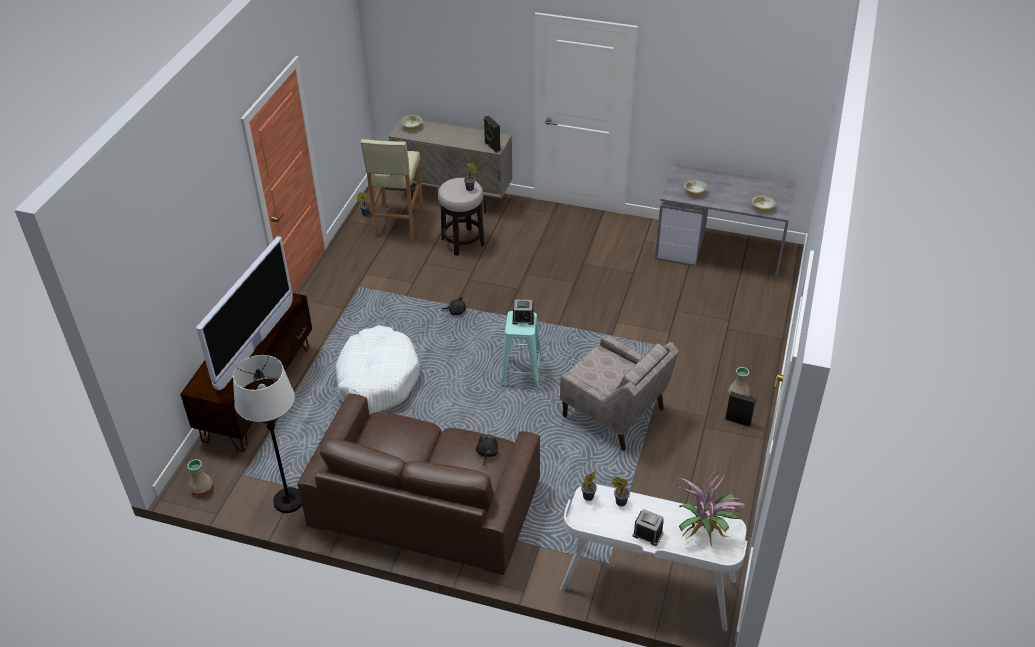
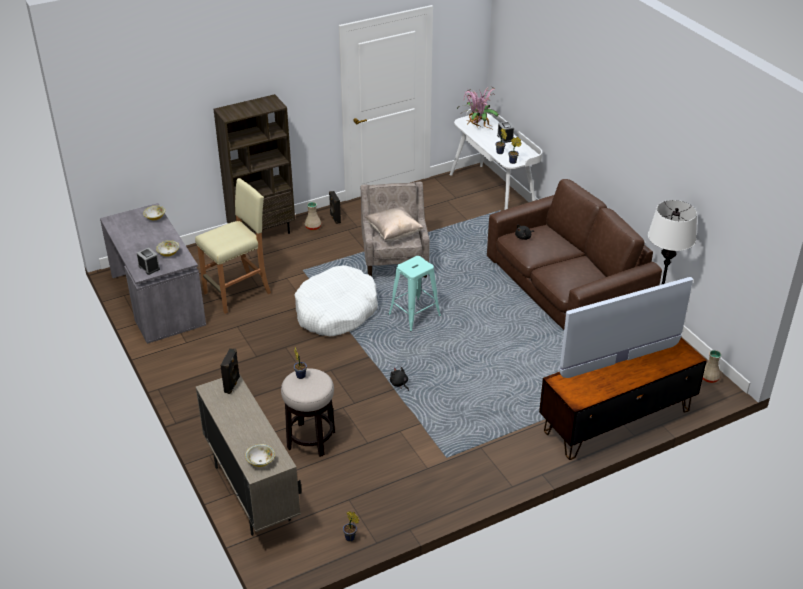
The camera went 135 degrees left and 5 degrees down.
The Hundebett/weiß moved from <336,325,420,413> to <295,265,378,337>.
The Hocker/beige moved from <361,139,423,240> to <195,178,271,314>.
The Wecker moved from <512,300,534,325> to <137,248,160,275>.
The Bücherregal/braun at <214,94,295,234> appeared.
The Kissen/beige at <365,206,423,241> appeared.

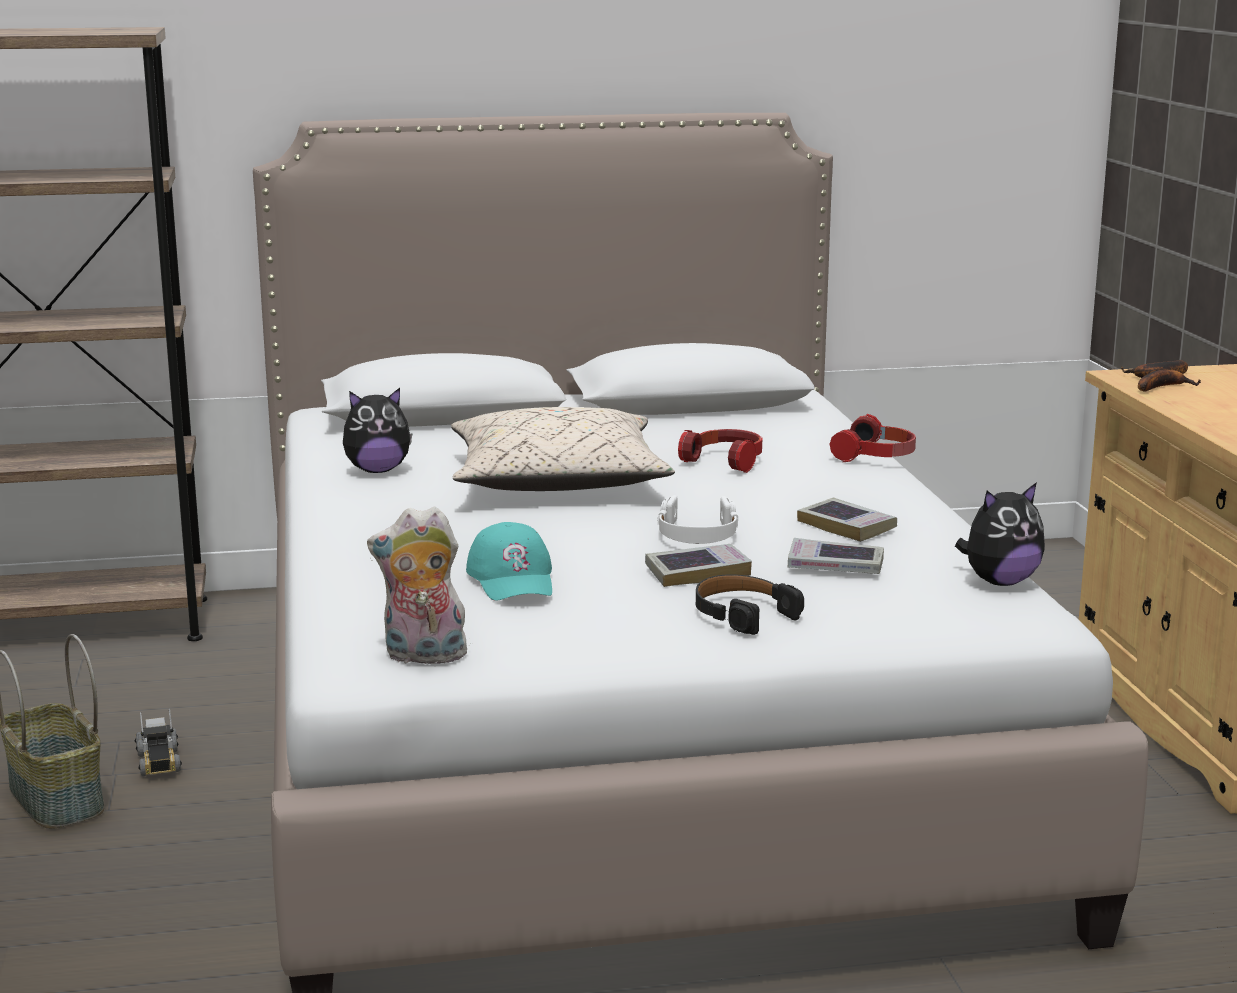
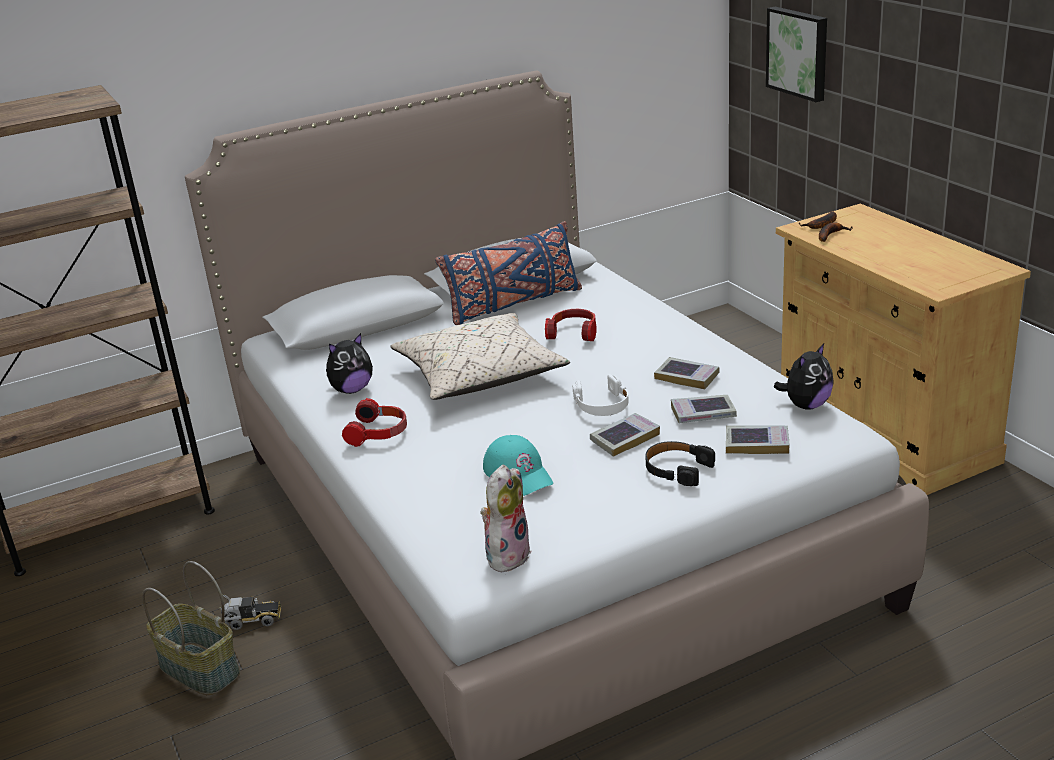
The camera went 15 degrees left and 10 degrees up.
The Spielzeuglaster at <135,709,182,776> turned 60 degrees counterclockwise.
The Plüschtier at <367,506,467,664> turned 135 degrees clockwise.
The Kopfhörer moved from <830,414,916,462> to <342,398,407,447>.
The Kissen/blau at <435,221,582,325> appeared.
The Buch at <726,425,790,454> appeared.
The Bild at <766,7,827,102> appeared.

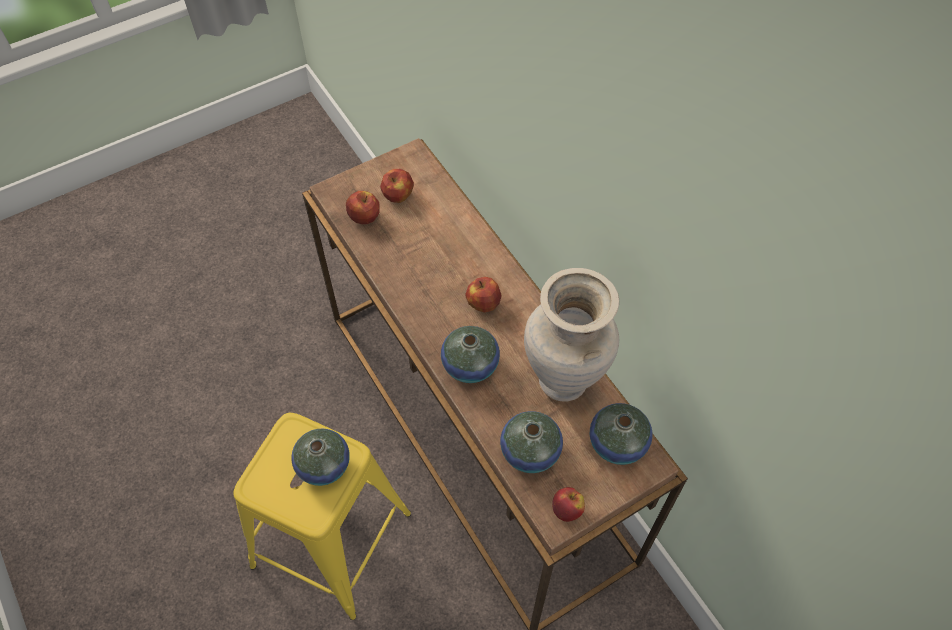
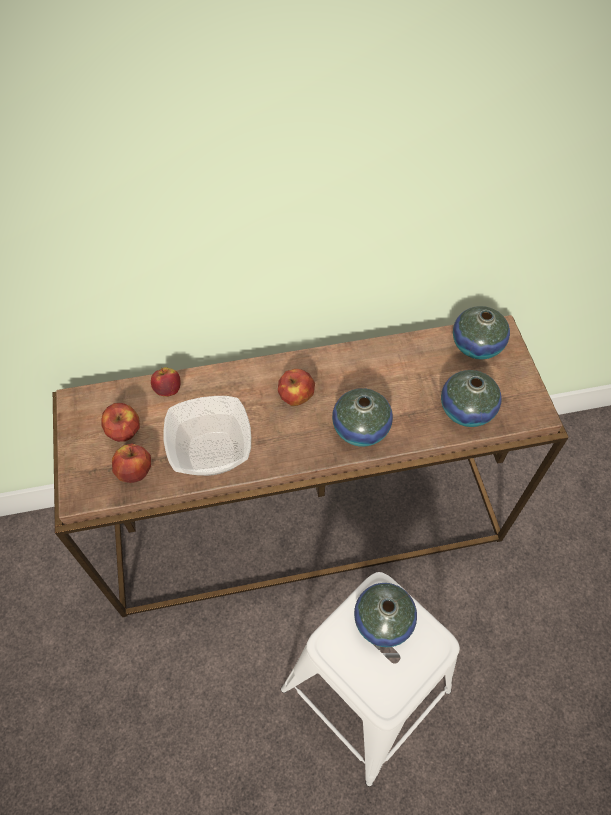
The camera went 70 degrees left and 0 degrees up.
The Hocker/gelb at <233,413,411,620> became the Hocker/weiß at <281,572,460,786>.
The Vase/beige at <524,268,619,402> disappeared.
The Apfel moved from <552,487,585,522> to <151,367,181,397>.
The Schüssel at <164,396,251,476> appeared.

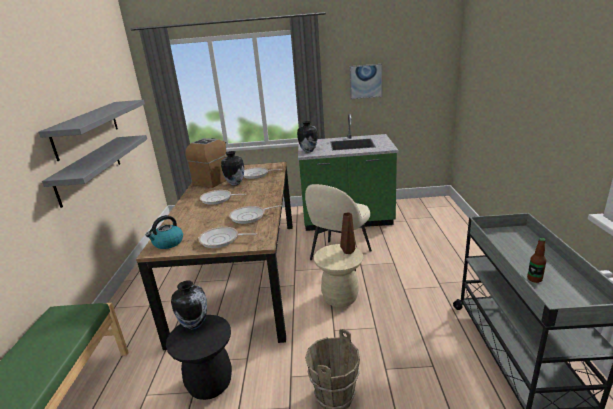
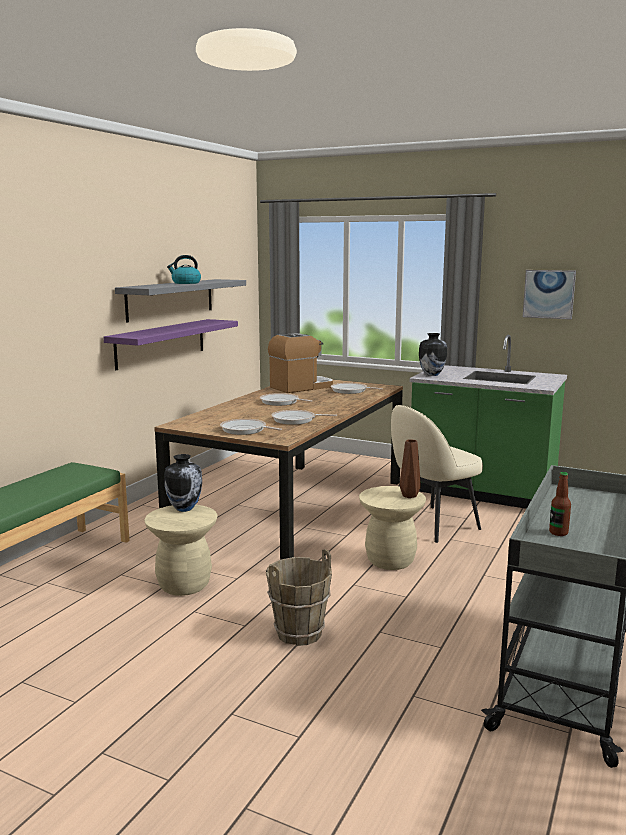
The camera went 25 degrees right and 10 degrees down.
The Wandregal/grau at <42,135,147,208> became the Wandregal/lila at <104,319,238,370>.
The Wasserkessel moved from <146,215,183,249> to <167,255,201,284>.
The Hocker/schwarz at <166,315,232,400> became the Hocker/beige at <144,505,218,596>.
The Vase at <221,151,244,186> disappeared.

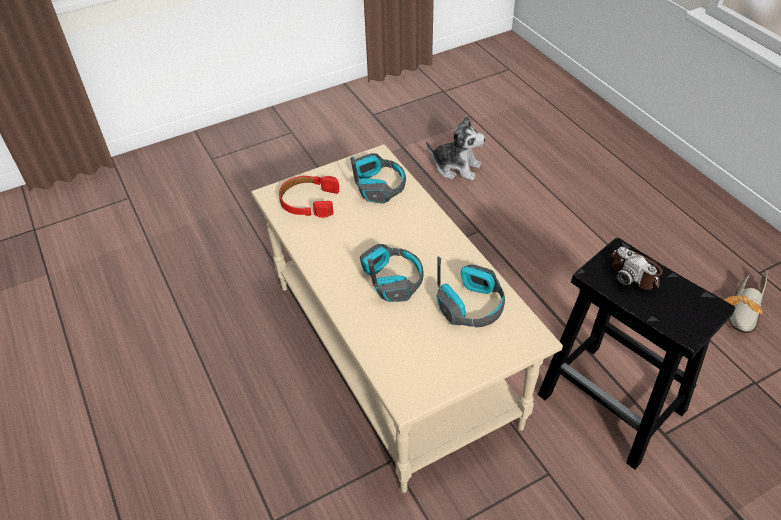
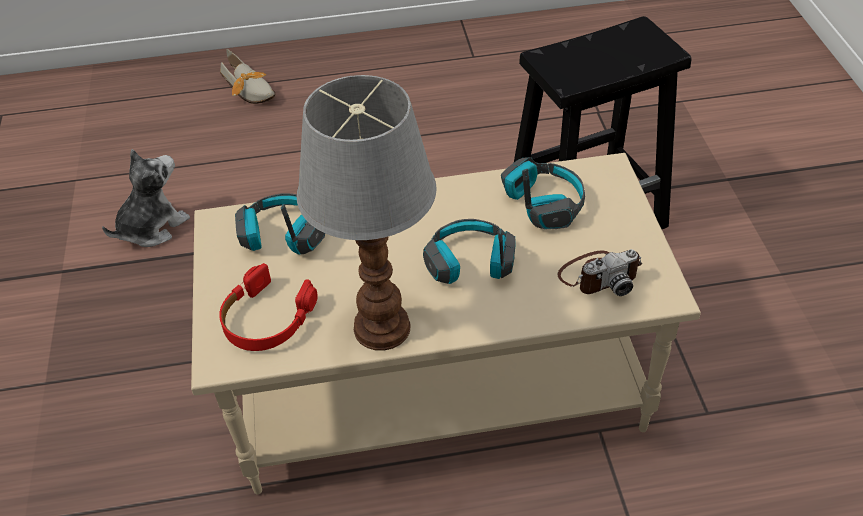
The camera went 70 degrees left and 0 degrees up.
The Kamera moved from <610,247,663,290> to <557,249,642,296>.
The Schuh moved from <724,270,767,333> to <220,49,275,104>.
The Tischlampe at <297,75,437,351> appeared.

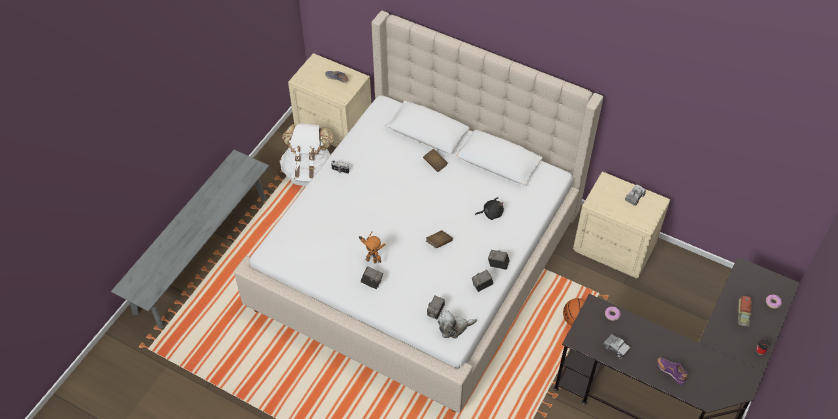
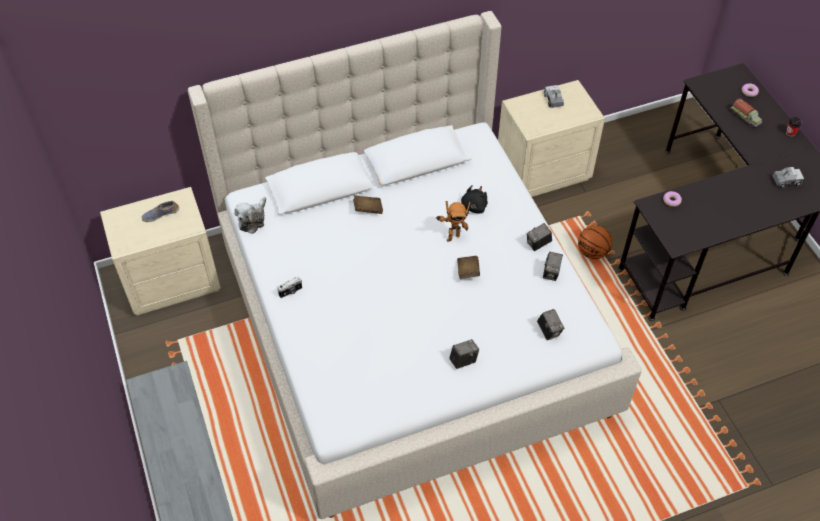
The camera went 50 degrees left and 0 degrees up.
The Rucksack/weiß at <280,123,334,186> disappeared.
The Spielzeugroboter moved from <358,231,386,263> to <435,201,471,242>.
The Plüschtier moved from <438,310,477,339> to <234,197,266,234>.
The Spielzeuglaster moved from <604,334,631,359> to <773,167,804,188>.
The Schuh/lila at <657,357,688,385> disappeared.

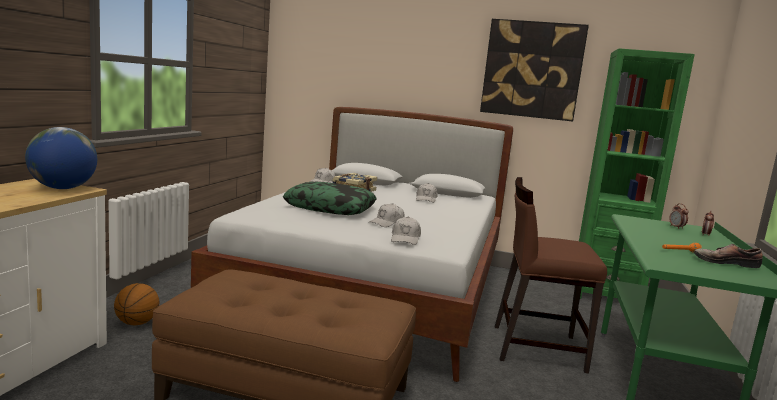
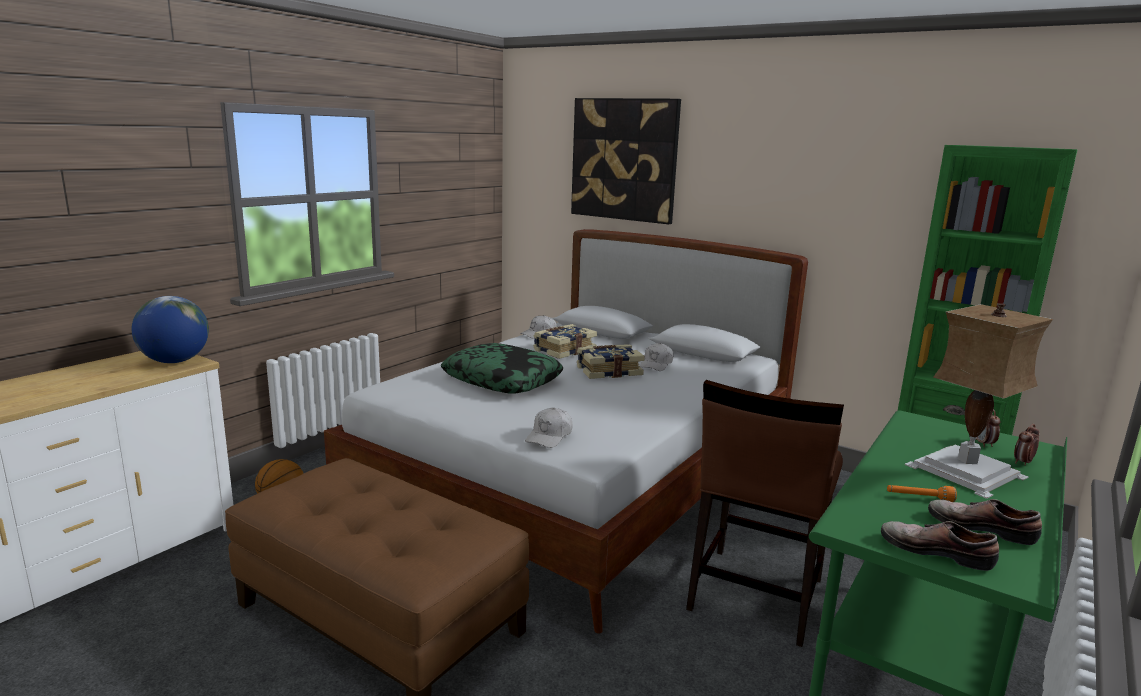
The camera went 20 degrees right and 5 degrees up.
The Kappe/weiß at <369,203,404,227> disappeared.
The Bild moved from <480,19,589,121> to <571,98,681,224>.
The Stuhl/braun at <494,177,607,374> turned 90 degrees counterclockwise.
The Buch at <577,344,645,379> appeared.
The Schuh at <881,521,999,571> appeared.
The Tischlampe at <905,303,1053,499> appeared.

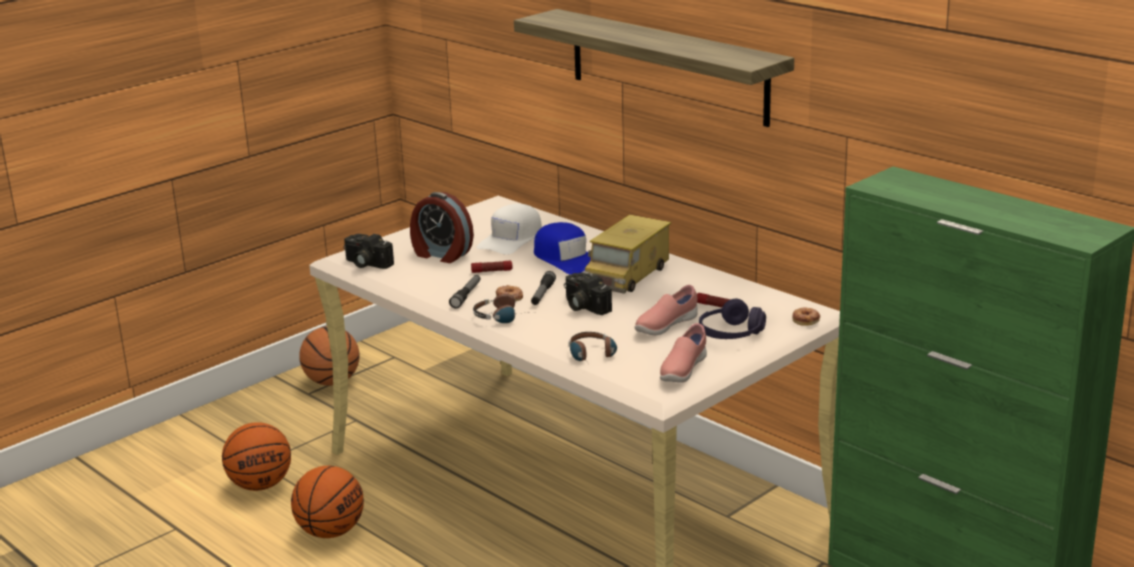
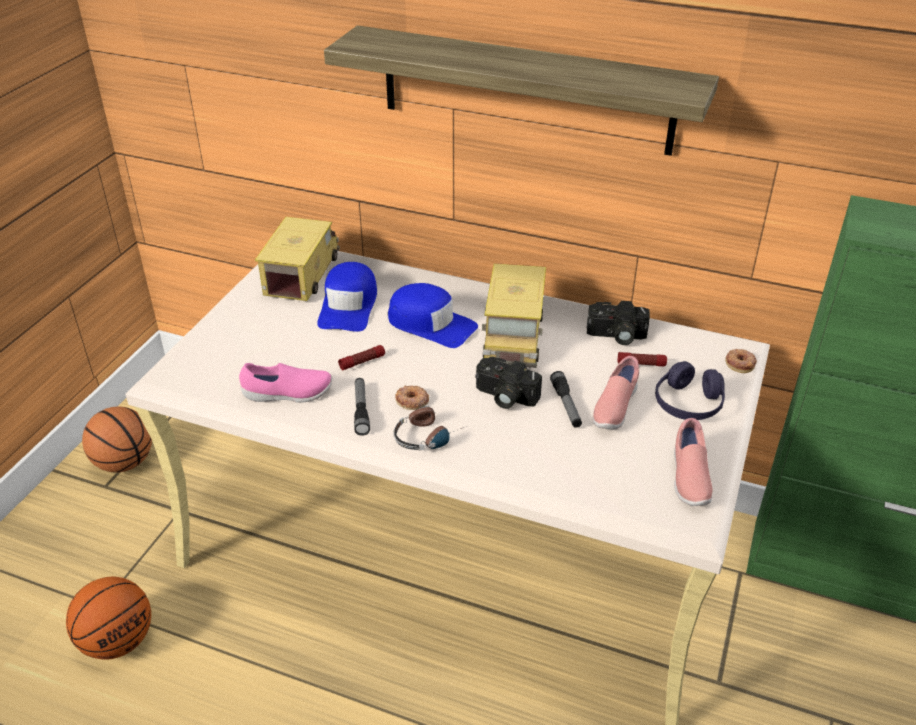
The camera went 25 degrees left and 15 degrees up.
The Basketball at <291,466,364,538> disappeared.
The Kamera moved from <343,234,394,269> to <587,301,650,345>.
The Wecker at <410,192,474,263> disappeared.
The Kappe/weiß at <476,204,542,255> became the Kappe/blau at <317,262,377,332>.
The Taschenlampe moved from <531,271,556,305> to <550,371,582,428>.
The Kopfhörer at <568,332,617,361> disappeared.
The Schuh/rosa at <239,363,332,403> appeared.
The Spielzeuglaster at <255,217,340,301> appeared.

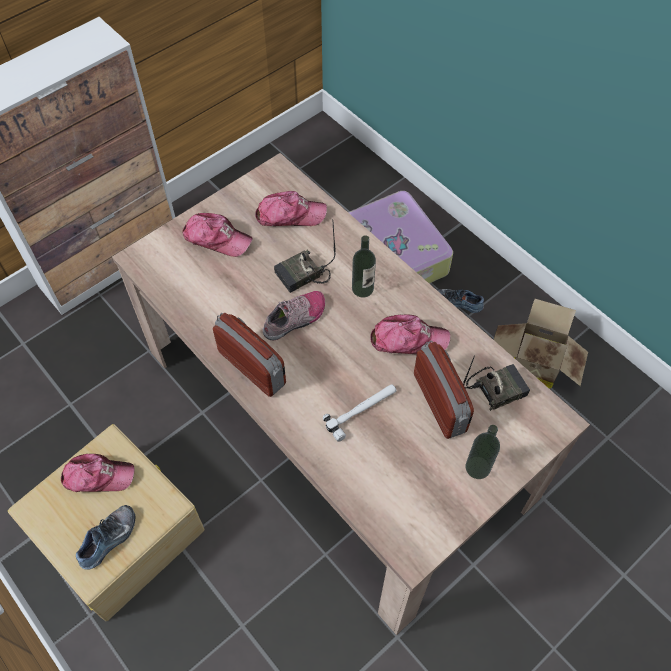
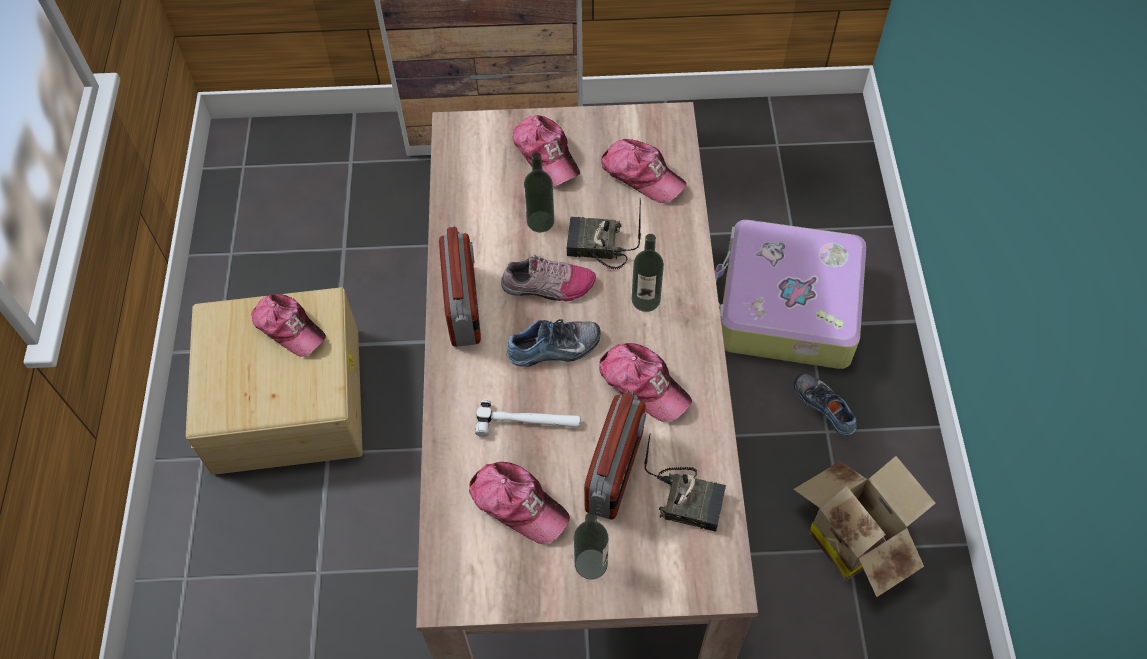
The camera went 40 degrees right and 0 degrees up.
The Schuh moved from <76,505,135,570> to <507,319,601,367>.
The Kappe at <469,462,570,544> appeared.
The Flasche at <524,152,554,232> appeared.

